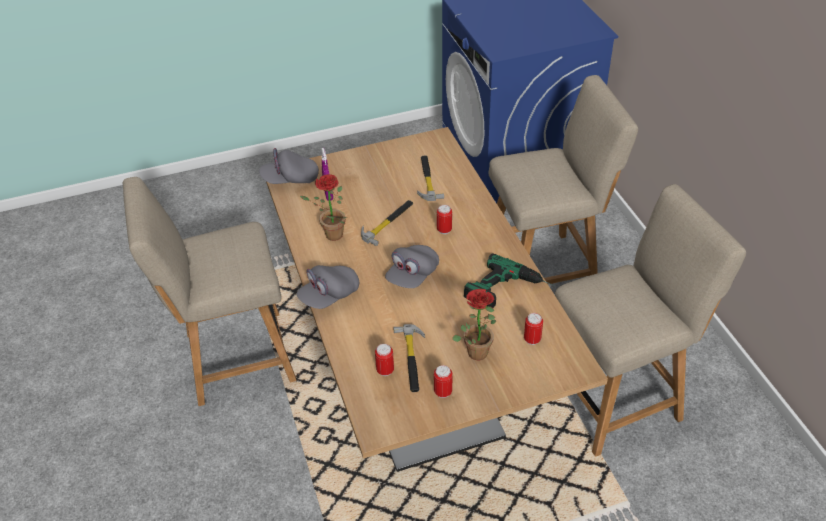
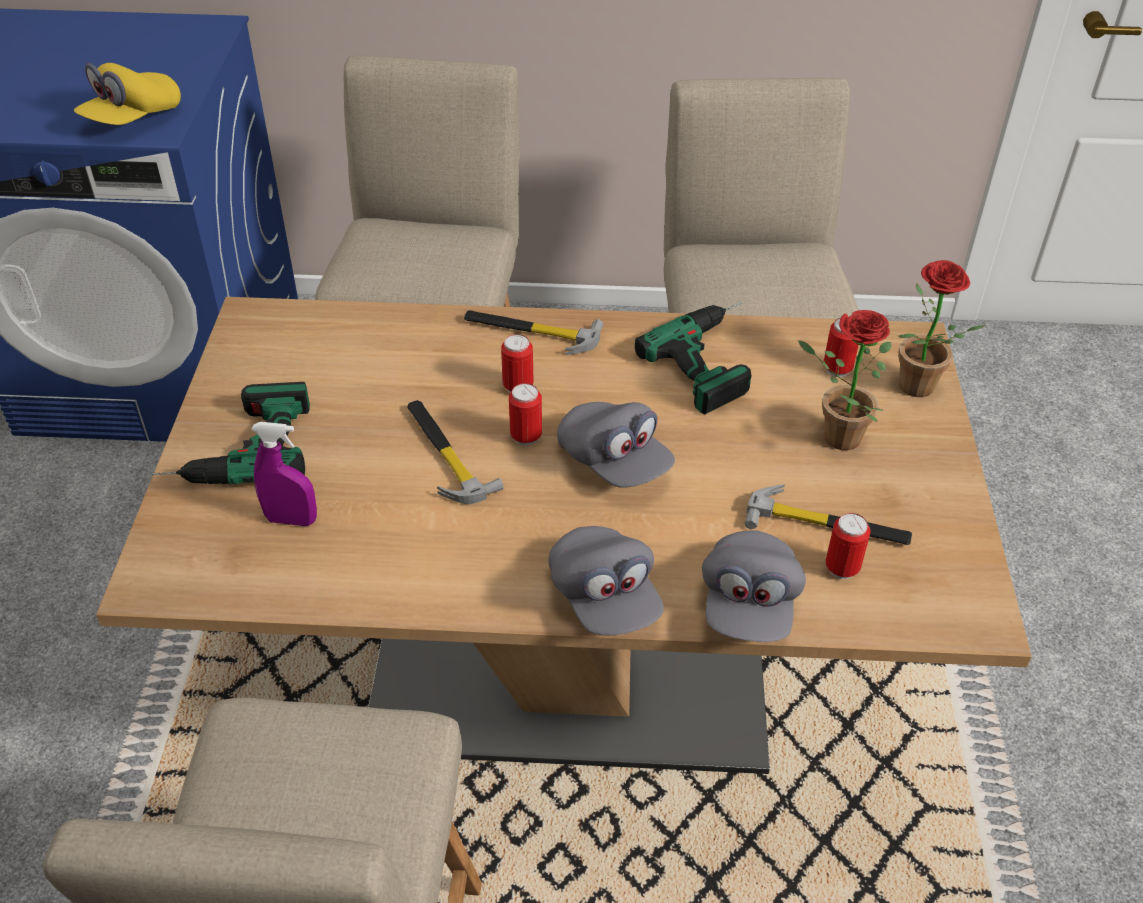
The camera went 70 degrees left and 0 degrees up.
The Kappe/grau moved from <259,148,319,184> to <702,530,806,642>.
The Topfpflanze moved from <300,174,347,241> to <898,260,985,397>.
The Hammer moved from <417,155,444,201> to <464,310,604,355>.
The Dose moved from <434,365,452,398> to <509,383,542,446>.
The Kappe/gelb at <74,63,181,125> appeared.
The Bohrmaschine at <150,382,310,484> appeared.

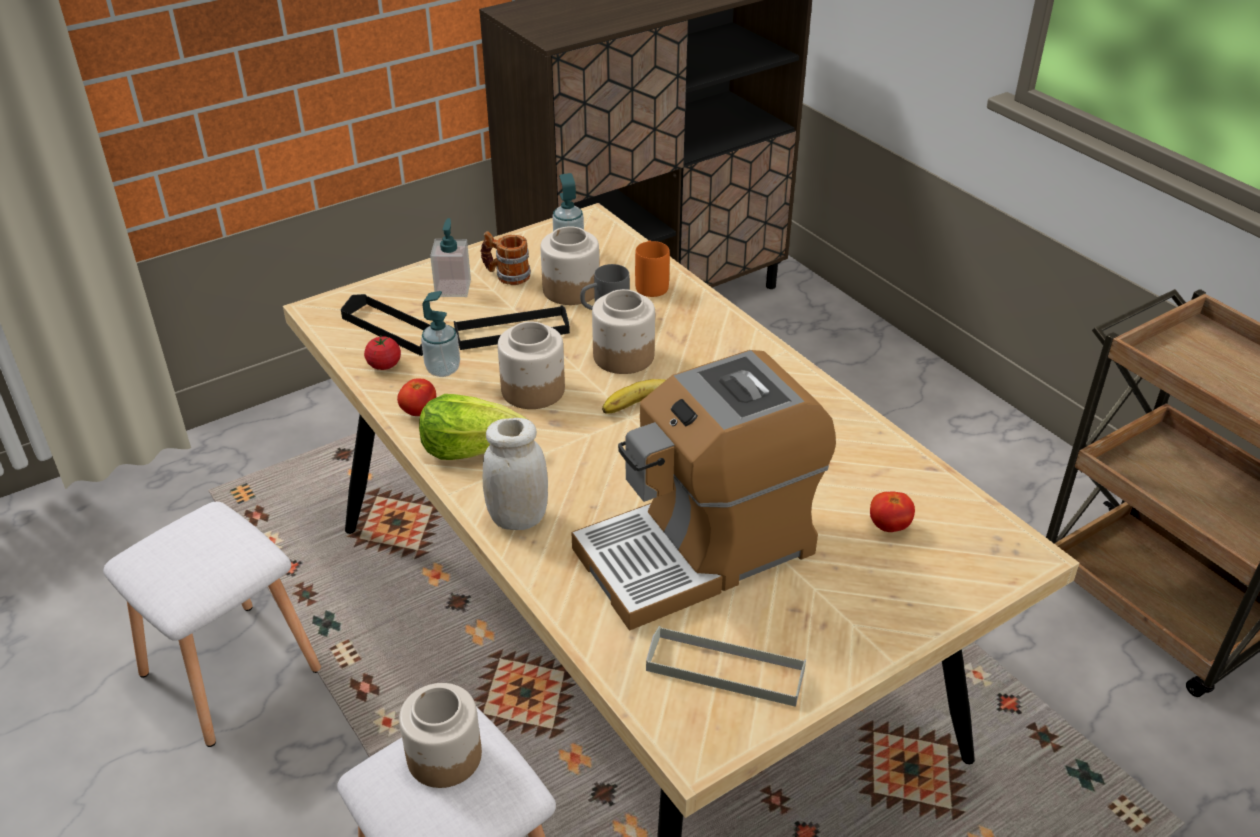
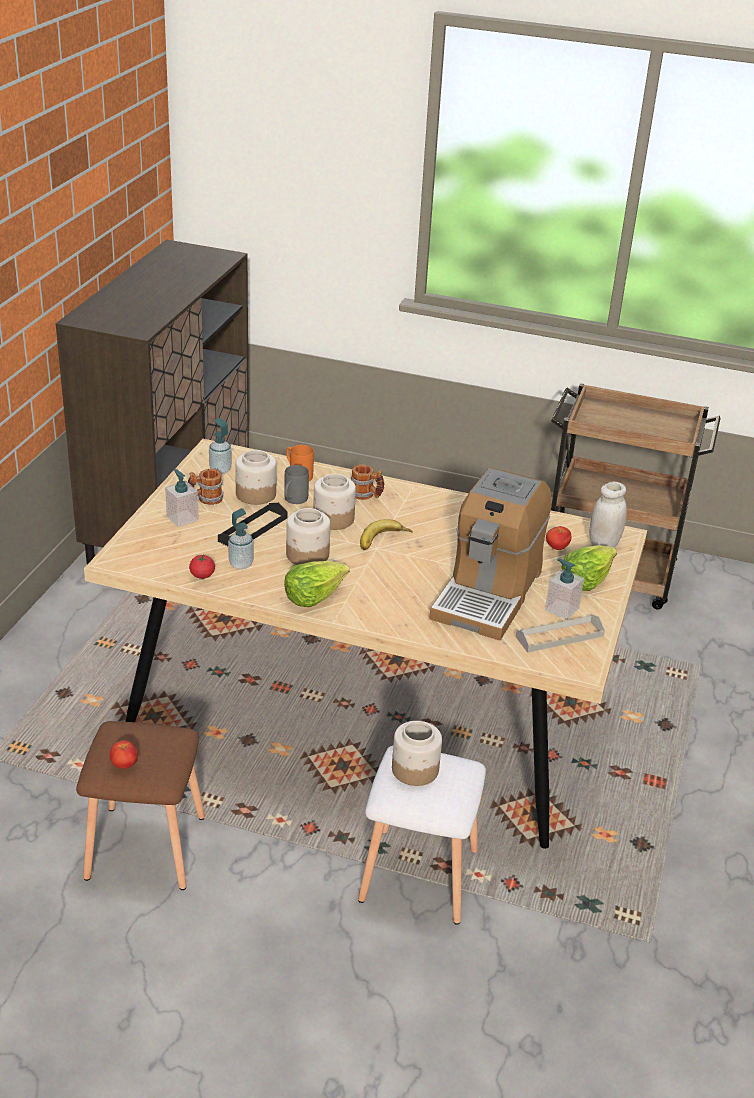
The camera went 40 degrees left and 5 degrees down.
The Hocker/weiß at <103,502,321,747> became the Hocker/braun at <76,721,205,890>.
The Tablett/schwarz at <341,294,430,356> disappeared.
The Tomate moved from <397,379,436,416> to <110,740,138,769>.
The Vorratsglas/weiß moved from <483,418,548,530> to <589,482,627,548>.
The Henkelbecher at <351,464,385,500> appeared.
The Seifenspender at <545,558,584,620> appeared.
The Salatkopf at <561,545,617,591> appeared.

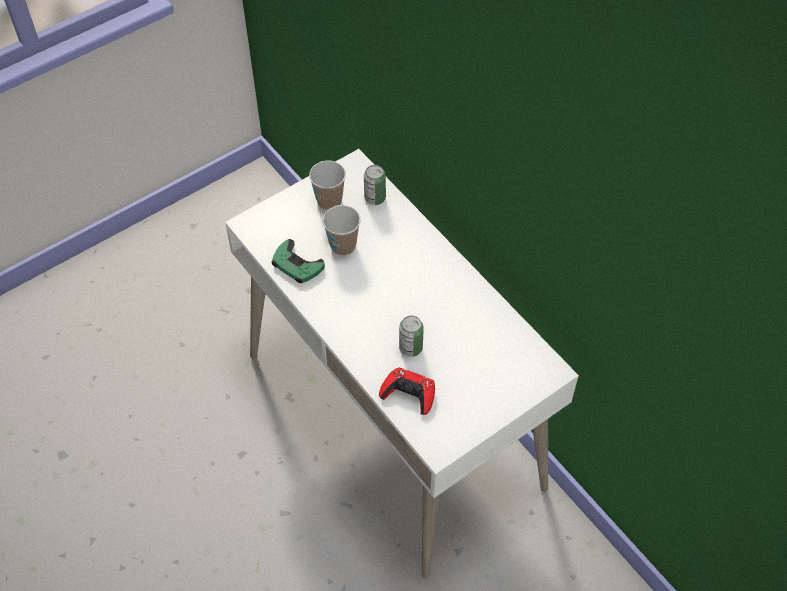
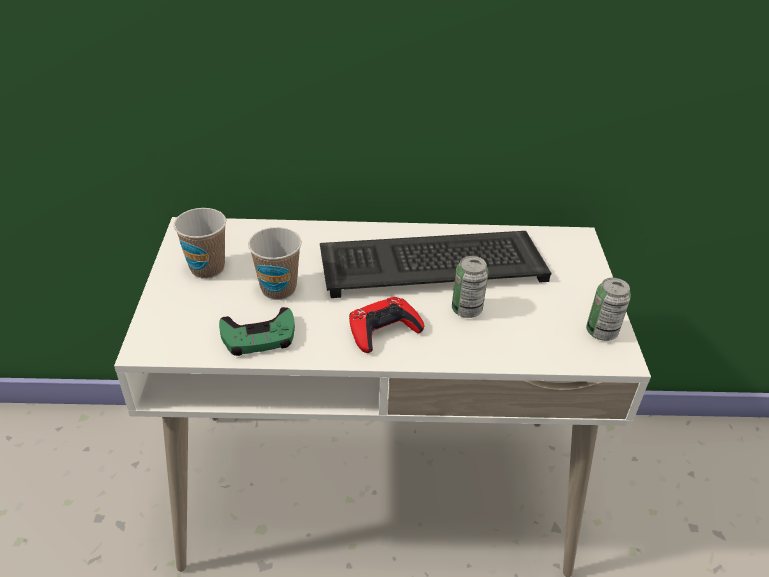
The camera went 55 degrees left and 15 degrees down.
The Dose moved from <364,165,386,205> to <586,278,631,341>.
The Gamepad/rot moved from <379,368,435,415> to <349,297,424,353>.
The Tastatur at <320,231,551,298> appeared.

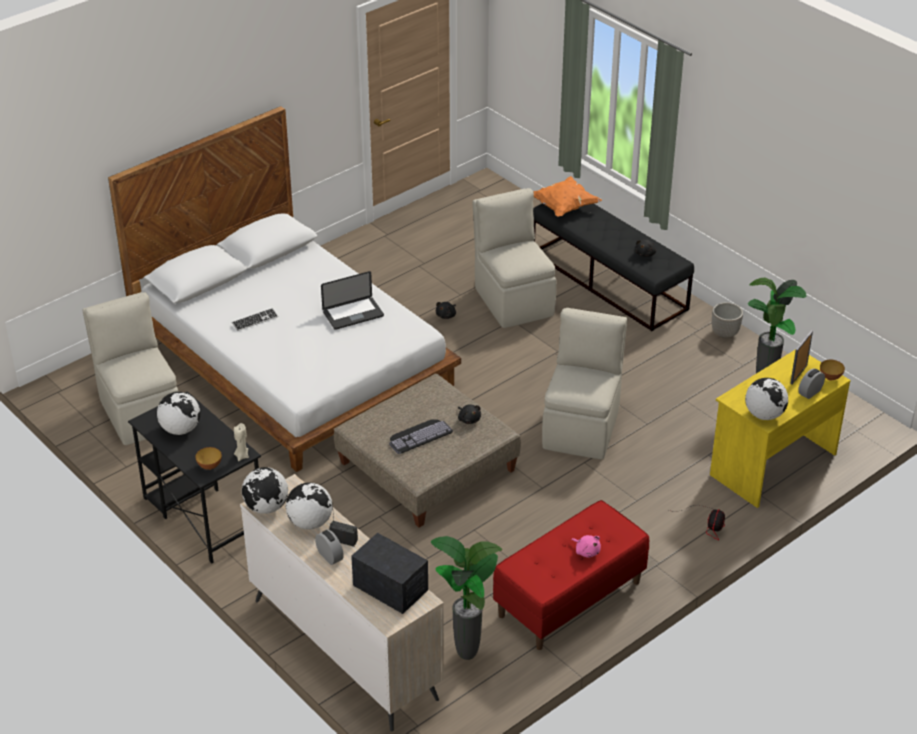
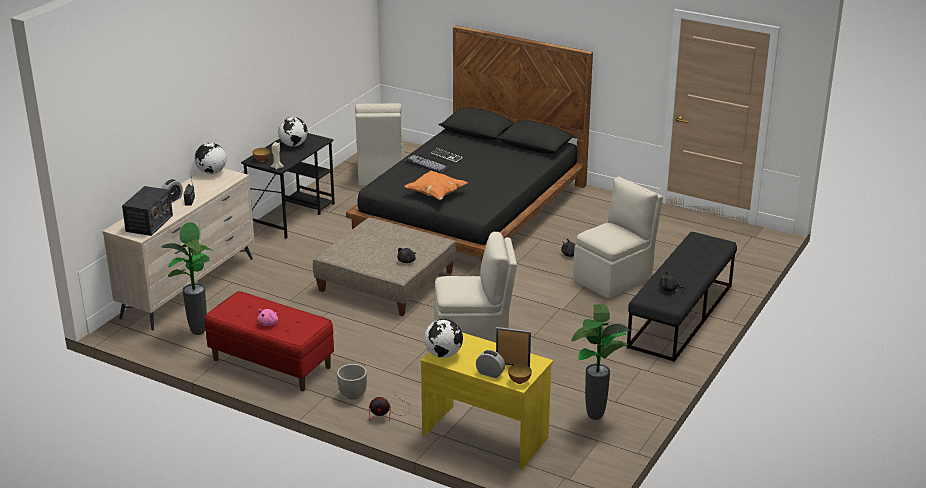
The camera went 70 degrees right and 10 degrees down.
The Stuhl/beige at <83,292,179,445> turned 135 degrees clockwise.
The Bett/weiß at <108,106,461,472> became the Bett/schwarz at <346,25,593,263>.
The Globus at <286,483,333,529> disappeared.
The Laptop at <321,271,384,330> disappeared.
The Tastatur moved from <389,419,453,454> to <405,155,448,173>.
The Kissen/orange moved from <533,176,602,217> to <404,171,468,200>.
The Pflanzkübel moved from <712,302,743,338> to <337,364,367,400>.

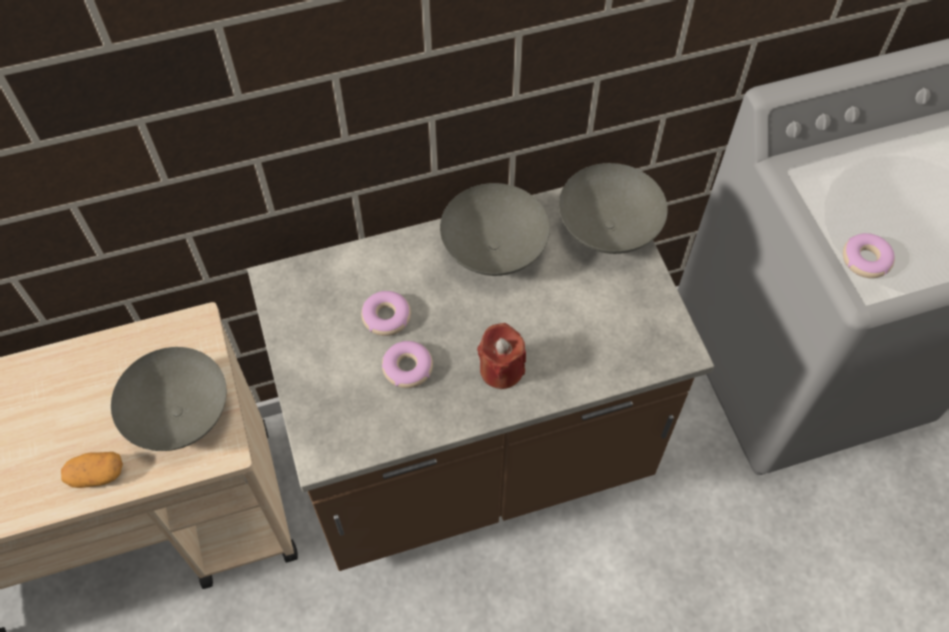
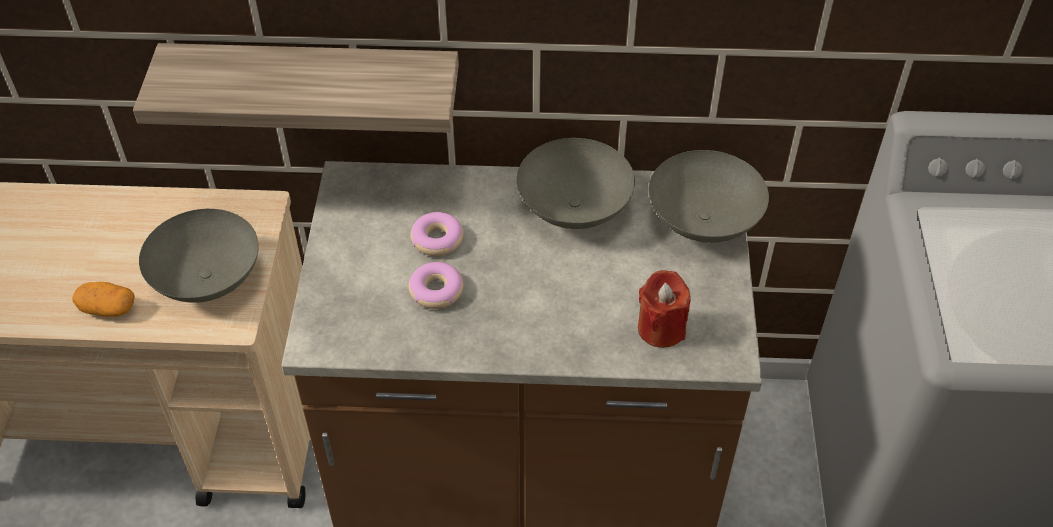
The camera went 20 degrees right and 10 degrees down.
The Kerze/rot moved from <477,323,526,389> to <638,270,691,348>.
The Donut at <843,233,895,278> disappeared.
The Wandregal at <133,43,459,133> appeared.

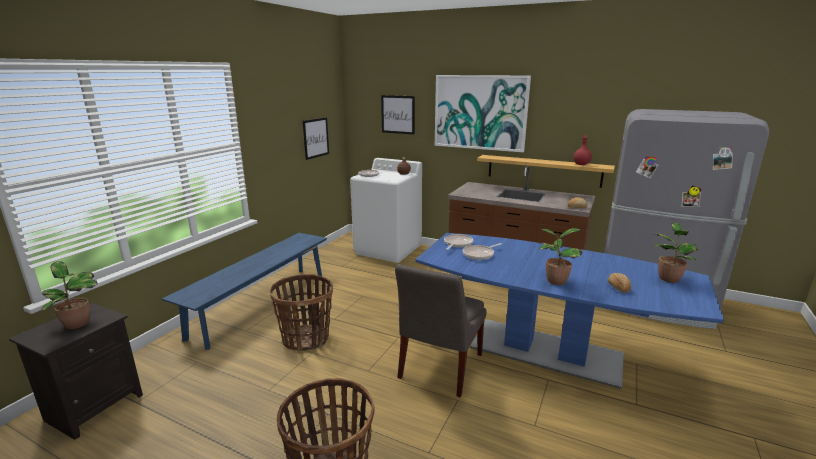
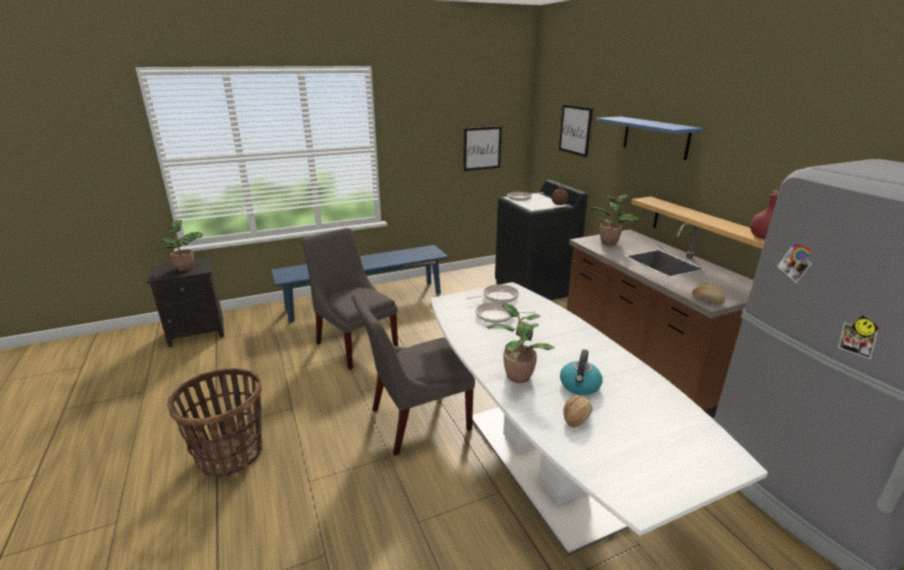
The camera went 40 degrees right and 5 degrees up.
The Korb at <270,274,333,351> was replaced by the Stuhl/grau at <302,228,398,370>.
The Waschmaschine/weiß at <350,158,422,263> became the Waschmaschine/schwarz at <495,180,588,300>.
The Esstisch/blau at <416,233,724,389> became the Esstisch/weiß at <430,282,768,556>.
The Bild at <435,75,531,152> was replaced by the Wandregal/blau at <596,117,703,160>.
The Topfpflanze moved from <652,223,698,283> to <590,195,639,245>.
The Wasserkessel at <560,349,603,395> appeared.

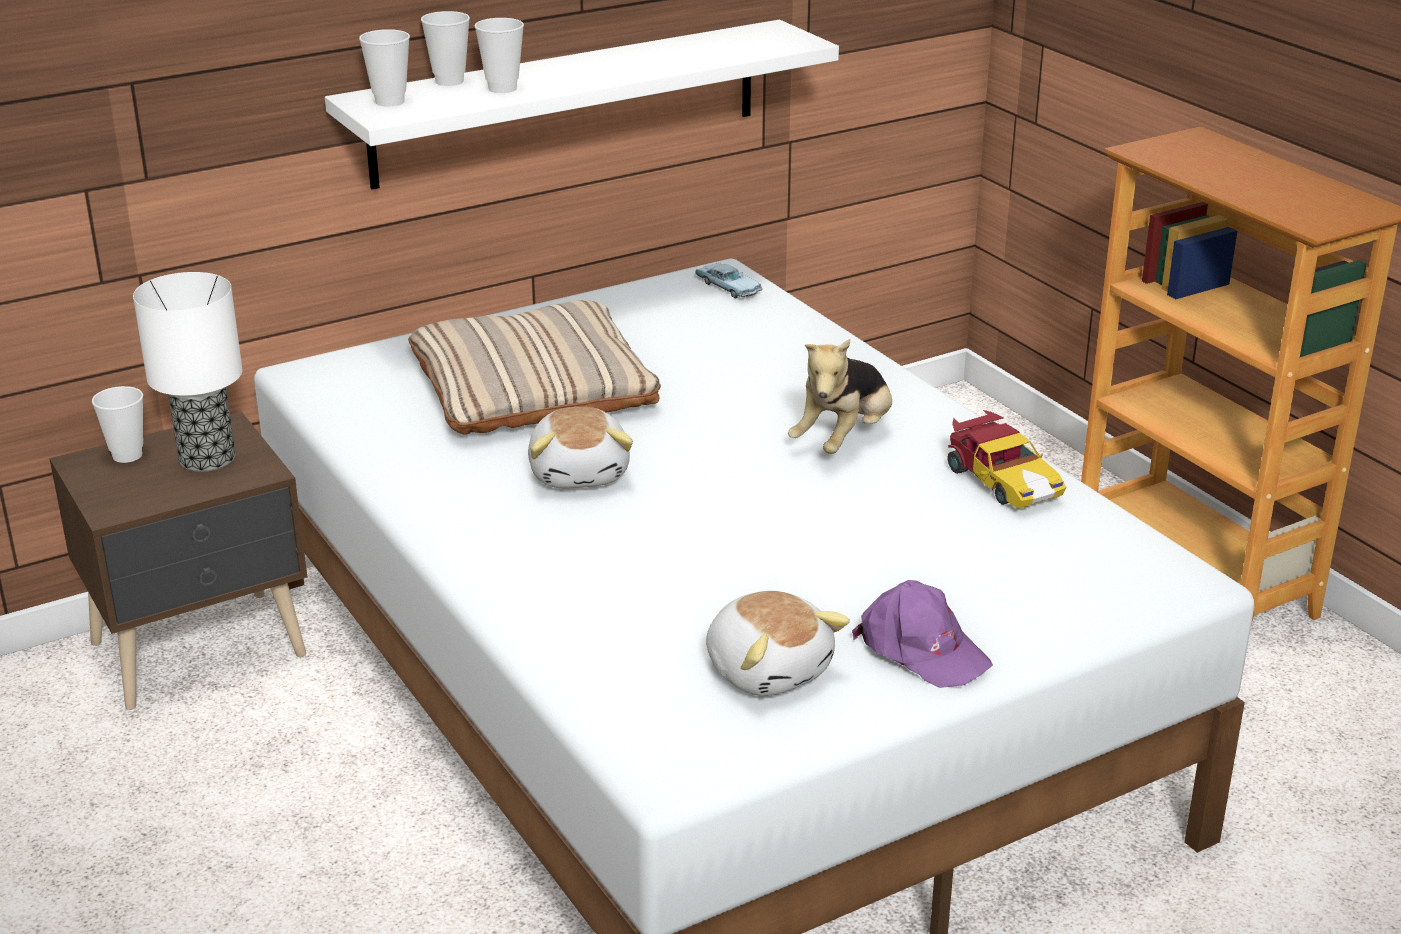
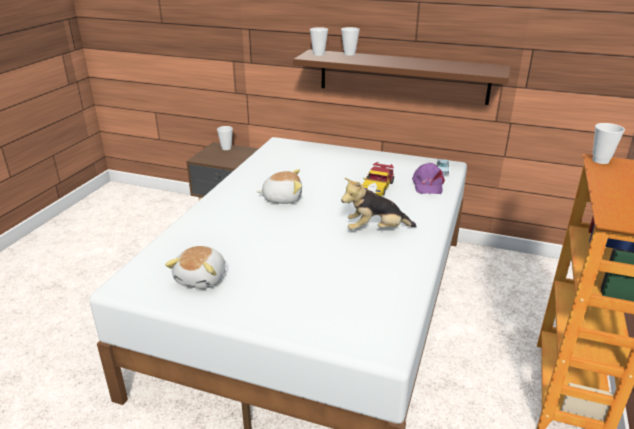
The camera went 50 degrees right and 0 degrees up.
The Tischlampe at <133,272,242,472> disappeared.
The Wandregal/weiß at <325,20,839,190> became the Wandregal/braun at <293,49,511,105>.
The Kissen/beige at <408,300,661,435> disappeared.
The Tasse moved from <474,18,524,93> to <592,123,625,164>.
The Plüschtier at <528,407,633,488> turned 135 degrees counterclockwise.
The Kappe/lila moved from <852,580,993,688> to <412,163,445,194>.
The Spielzeugauto moved from <948,410,1066,509> to <363,162,394,196>.

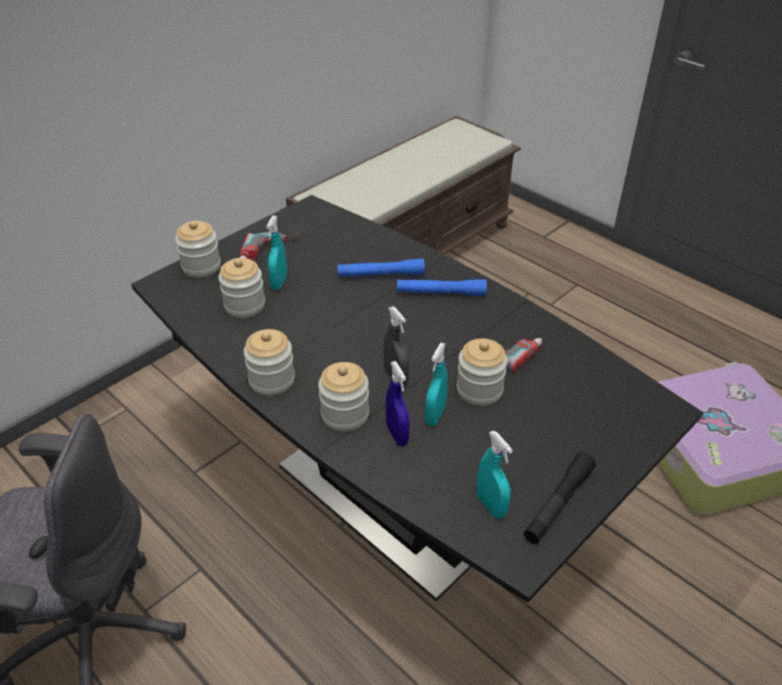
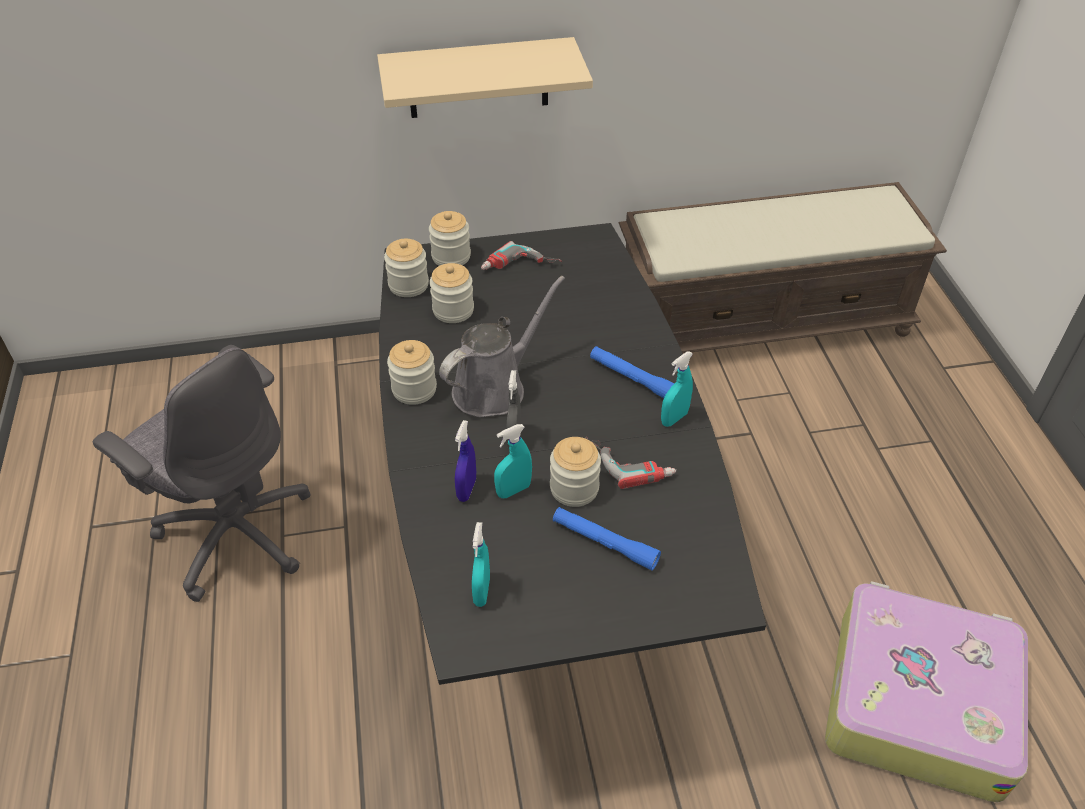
The camera went 35 degrees right and 5 degrees up.
The Sprühflasche/türkis moved from <266,216,287,290> to <661,351,693,427>.
The Vorratsglas moved from <318,362,369,432> to <384,239,429,297>.
The Taschenlampe/blau moved from <338,258,425,277> to <553,507,661,571>.
The Taschenlampe/schwarz at <524,452,596,544> disappeared.
The Wandregal/beige at <377,37,593,118> appeared.
The Gießkanne/grau at <439,276,565,417> appeared.

